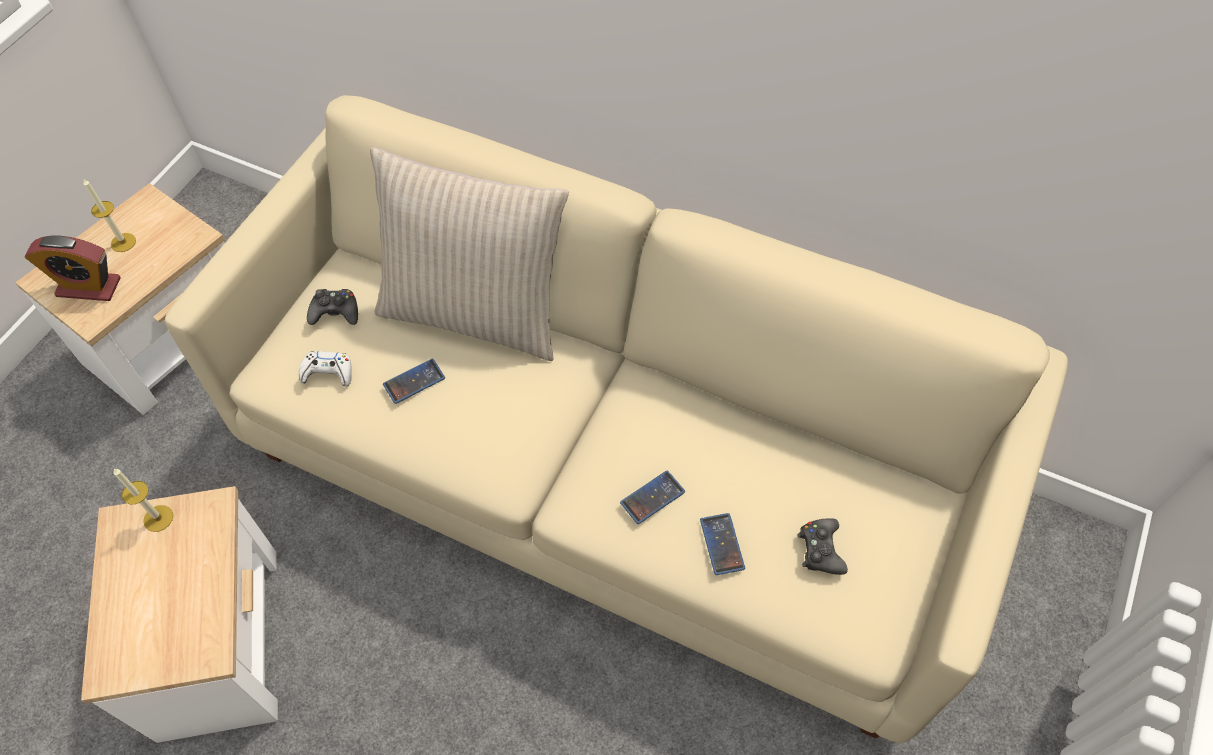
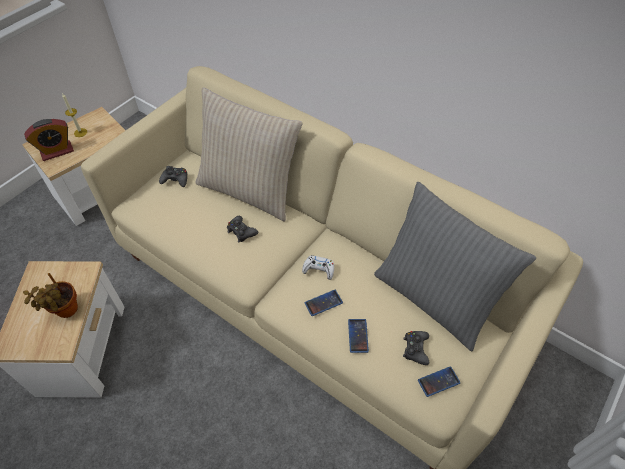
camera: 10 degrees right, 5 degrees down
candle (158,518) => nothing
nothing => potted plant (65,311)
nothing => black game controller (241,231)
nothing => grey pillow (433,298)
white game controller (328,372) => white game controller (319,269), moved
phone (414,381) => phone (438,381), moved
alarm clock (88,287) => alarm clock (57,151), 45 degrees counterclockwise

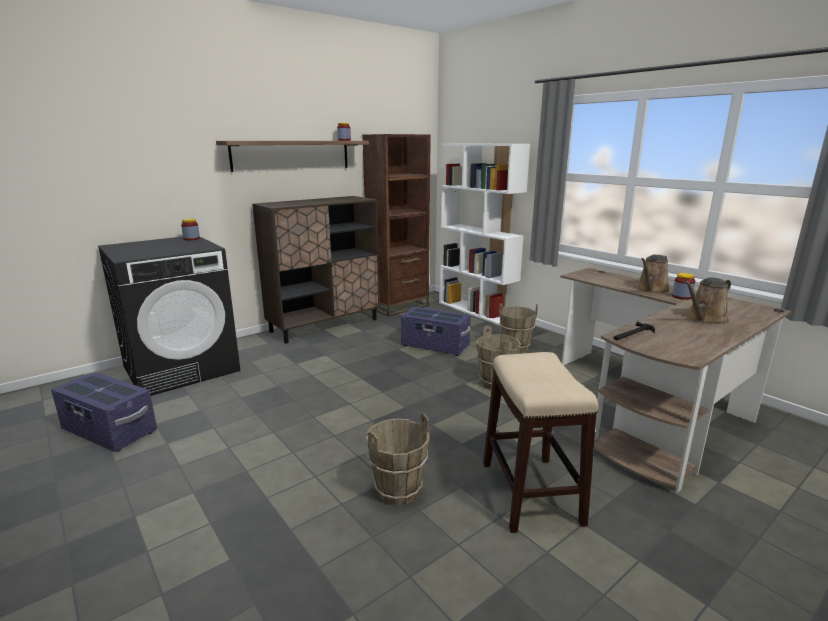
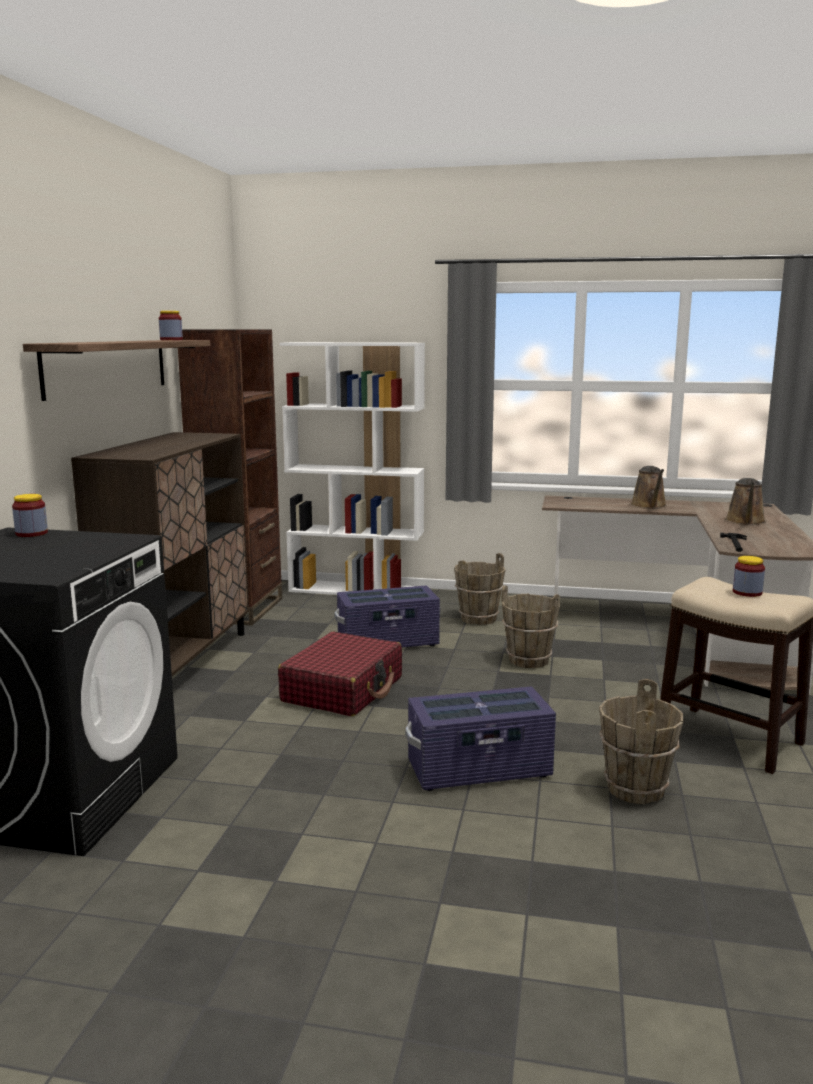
camera: 40 degrees left, 5 degrees down
nothing => red suitcase (343,689)
purple storage box (109,431) => purple storage box (479,770), moved
jar (681,297) => jar (747,592), moved

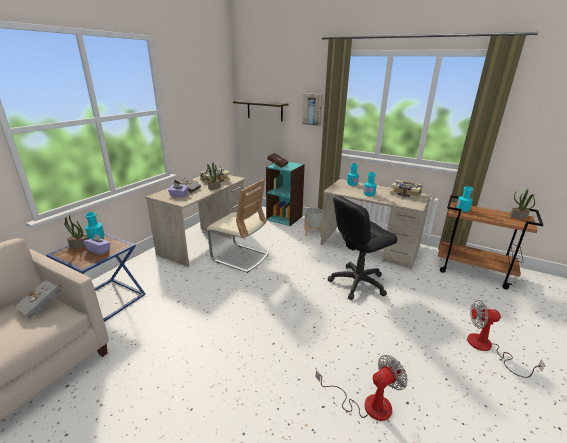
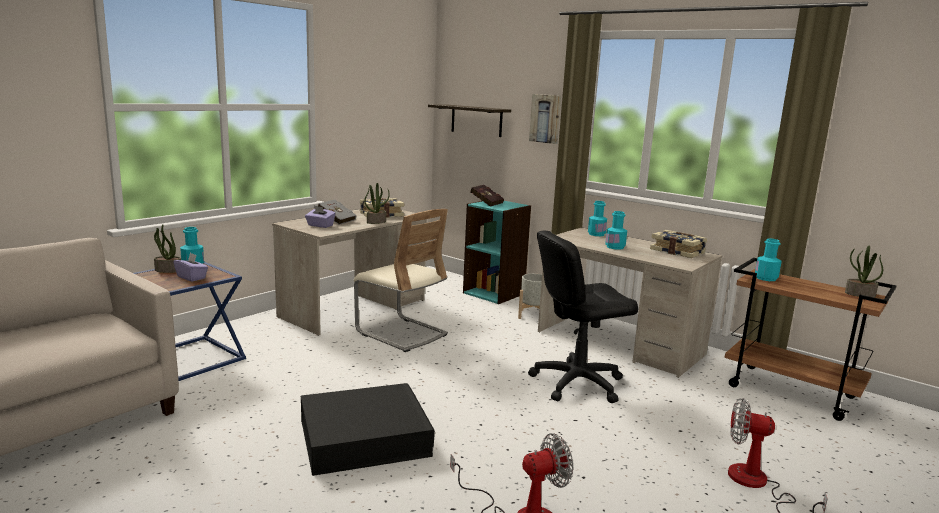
camera: 10 degrees right, 10 degrees down
grey book (43,305) => nothing
nothing => black storage box (364,437)

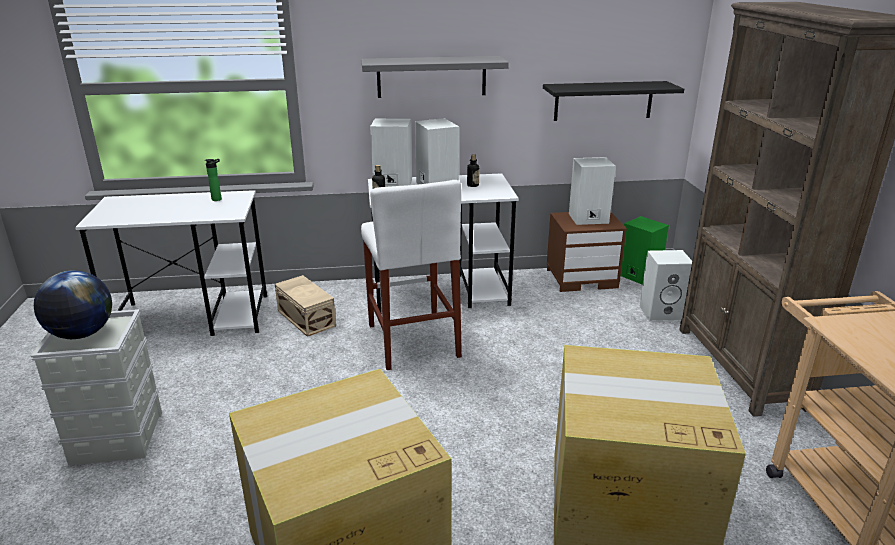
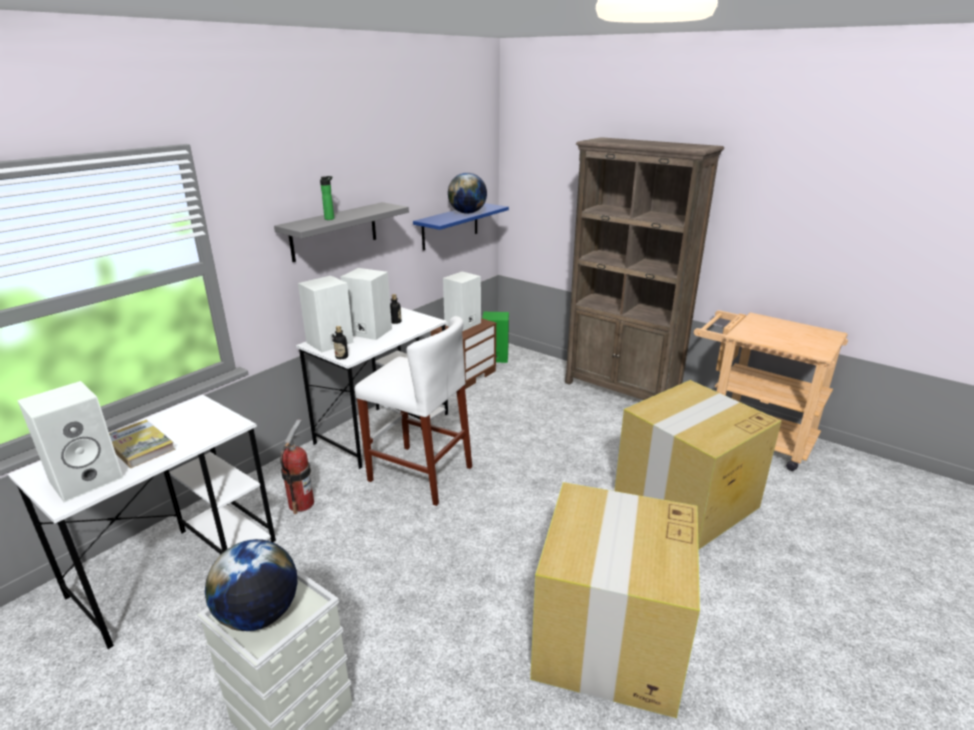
camera: 45 degrees left, 0 degrees up
nothing => book (139,446)
nothing => globe (467,213)
bottle (218,199) => bottle (330,218), moved
white speaker (662,312) => white speaker (87,478), moved
beige storage box (307,317) => fire extinguisher (301,503)
black shelf (603,101) => blue shelf (450,226)

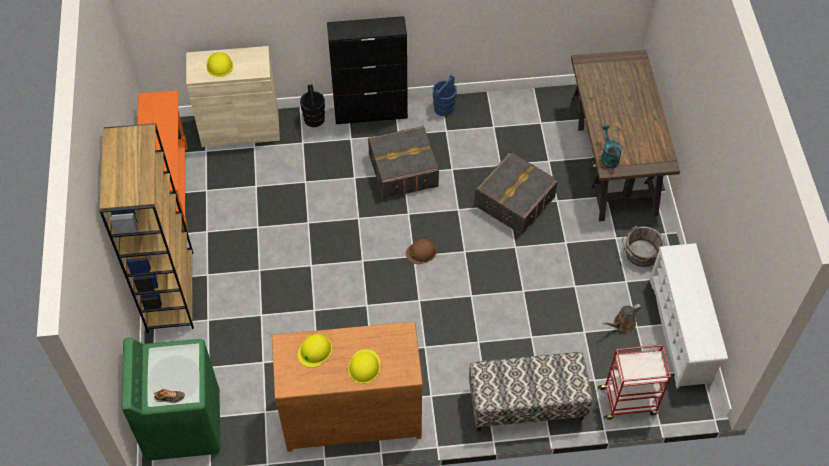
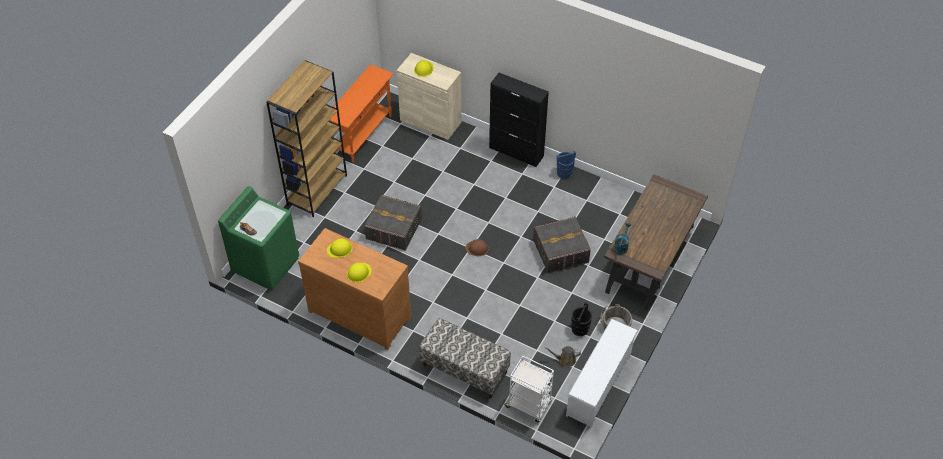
camera: 35 degrees right, 5 degrees down
black bucket (314,119) => black bucket (580,328), moved
grey storage box (403,170) => grey storage box (394,229), moved
red cart (629,401) => white cart (529,405)

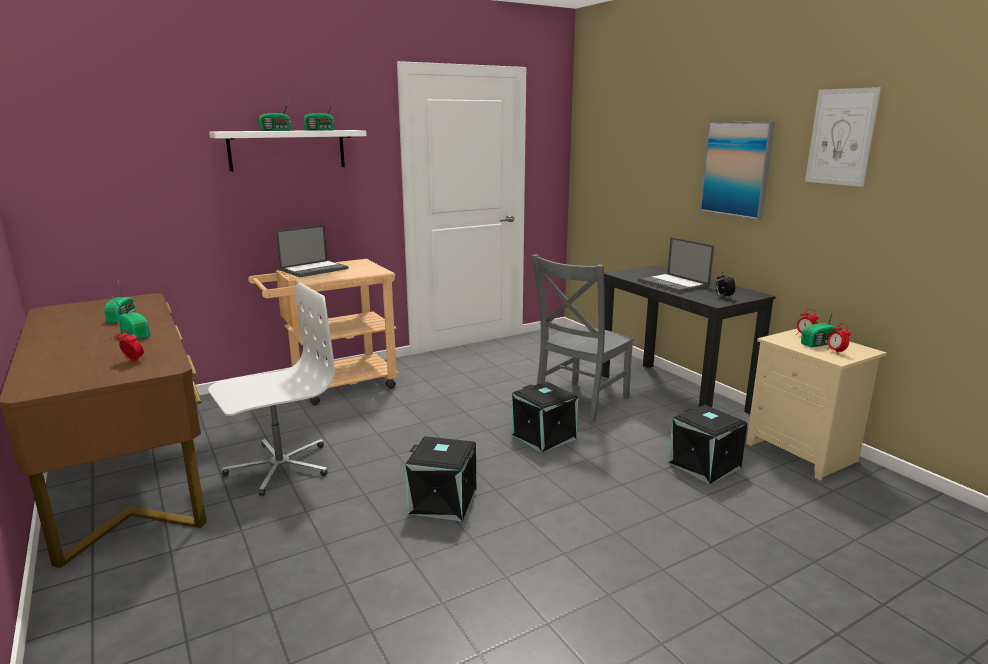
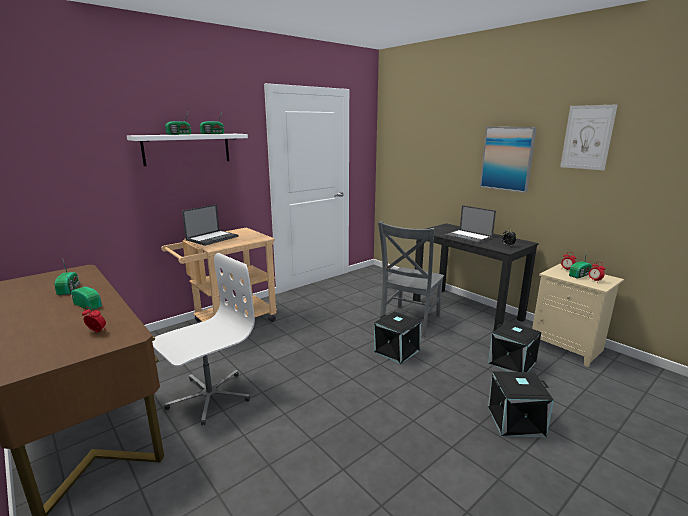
camera: 10 degrees left, 0 degrees up
black storage box (442,502) => black storage box (515,421), moved

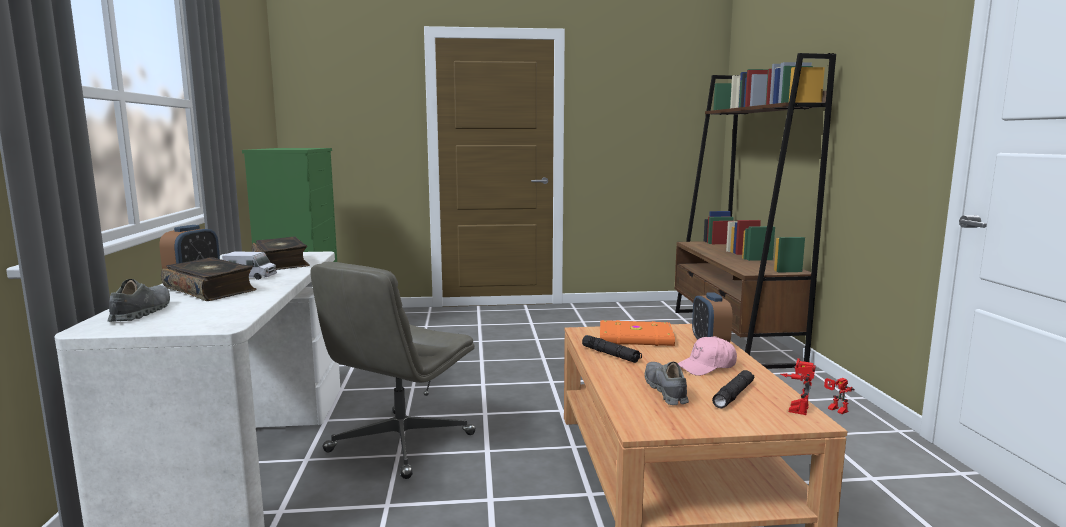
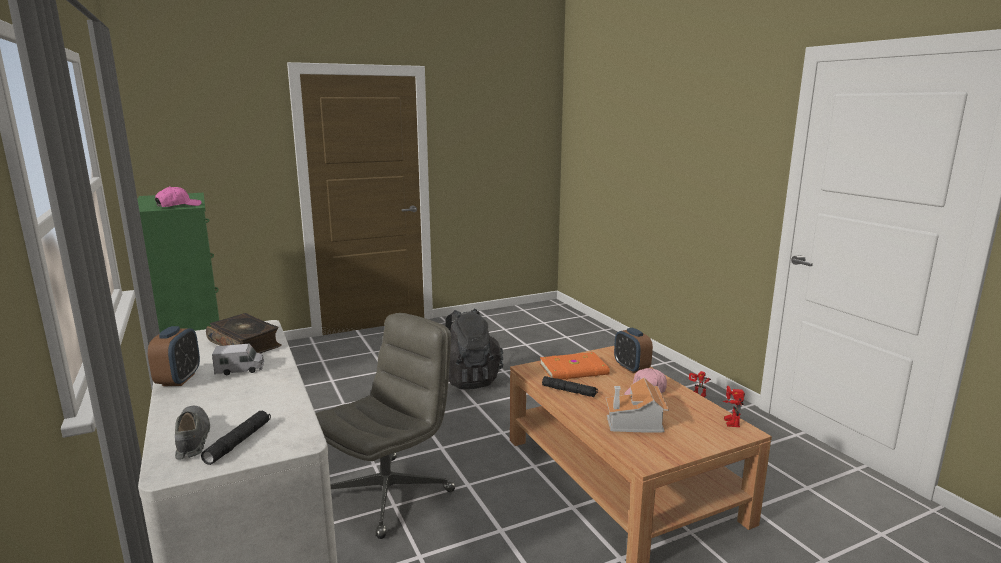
camera: 20 degrees left, 5 degrees up
book (211,290) => nothing
brown bookcase (733,336) => nothing
nothing => pink cap (178,206)
nothing => black backpack (468,379)
black flashlight (733,395) => black flashlight (238,442), moved
grey shoe (665,391) => toy house (636,422)
grey office chair (400,444) => grey office chair (388,493), 150 degrees counterclockwise

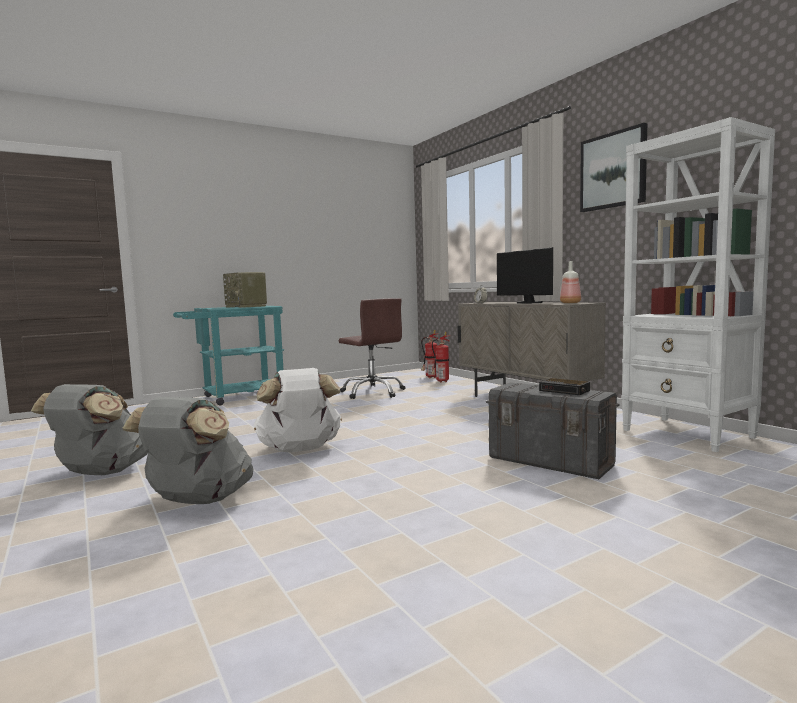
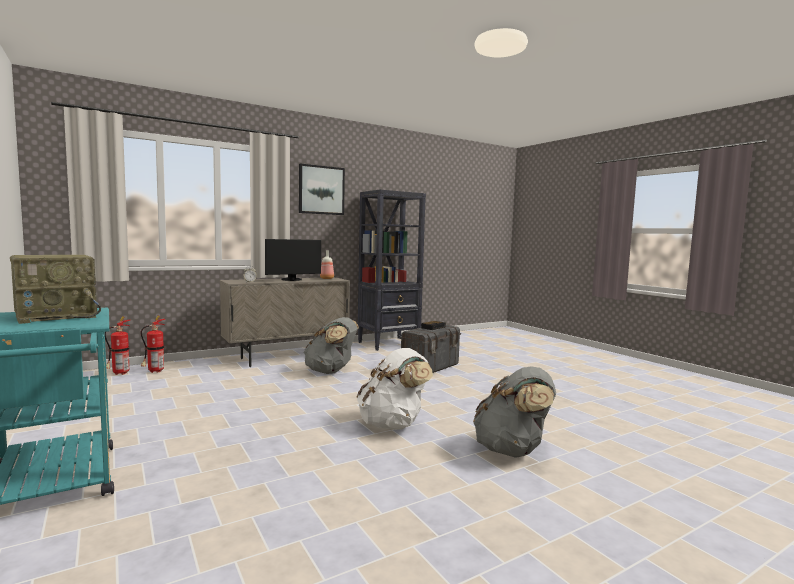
camera: 90 degrees left, 0 degrees up
brown office chair (373,392) => nothing
grey backpack (101,473) => grey backpack (331,371), moved
white bookcase (688,434) => black bookcase (389,344)

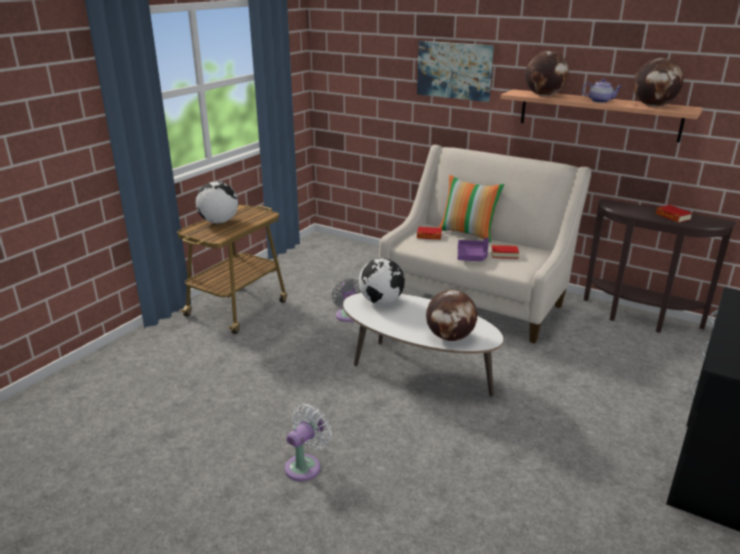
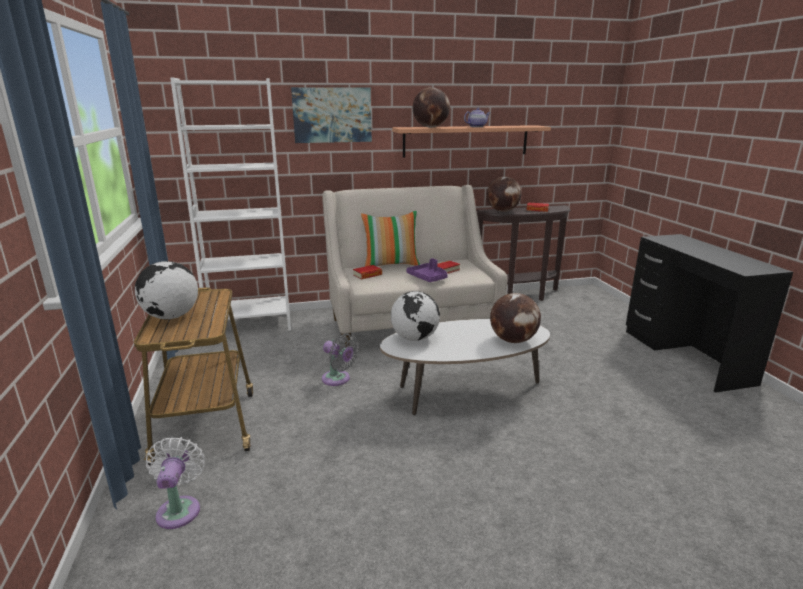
camera: 45 degrees left, 5 degrees down
nothing => white bookcase (250,324)
white fan (305,465) => white fan (179,509), moved
globe (653,106) => globe (503,211), moved

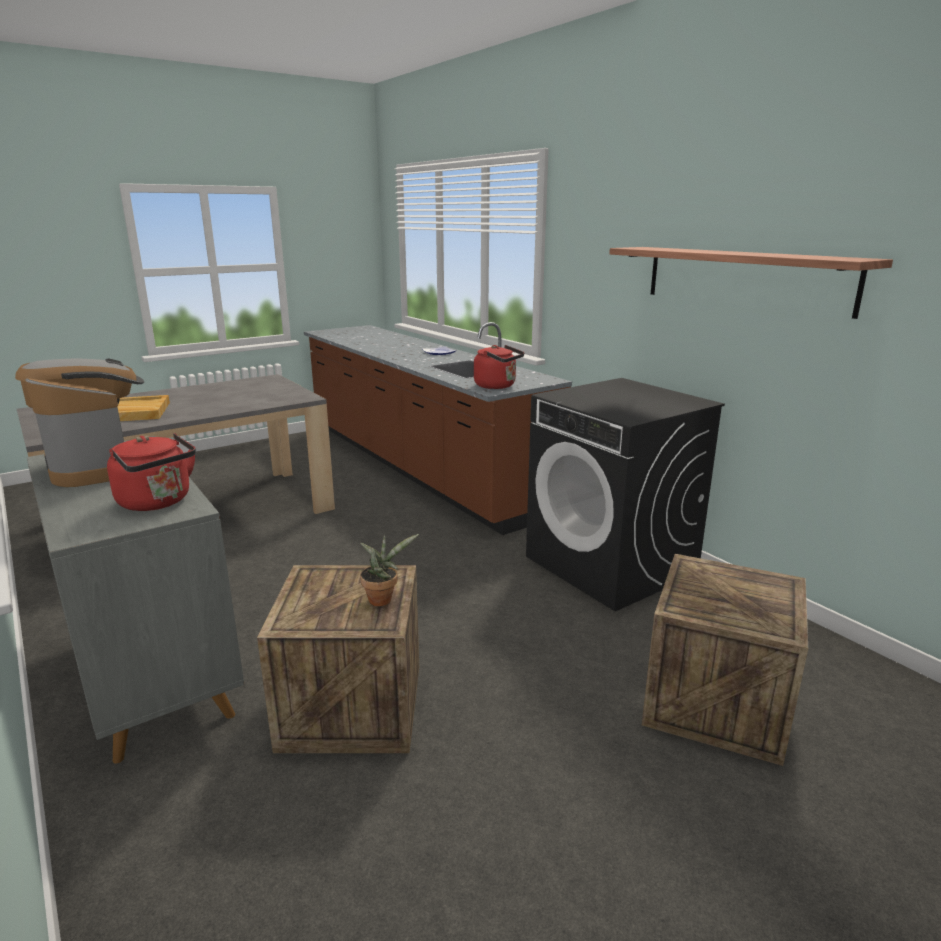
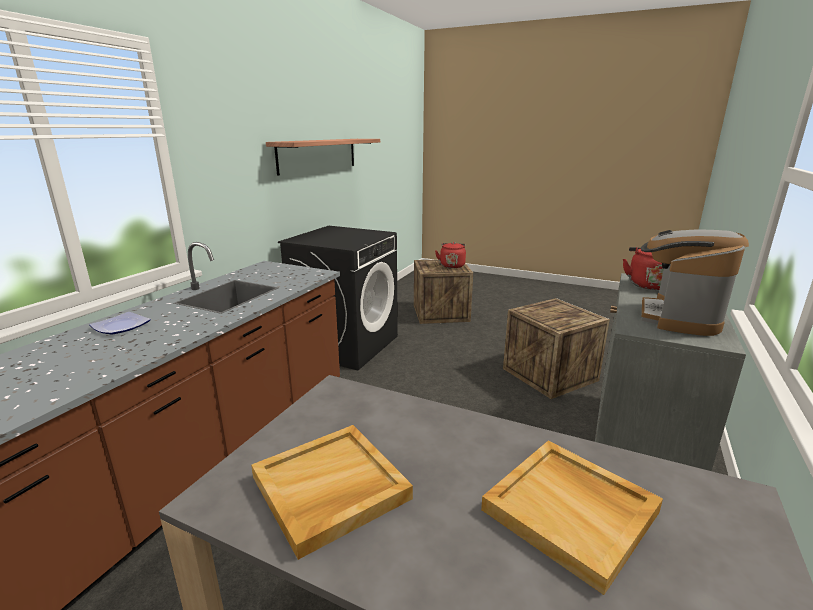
camera: 120 degrees left, 0 degrees up
potted plant (383,598) => nothing
nothing => beige tray (330,489)
red kettle (497,386) => red kettle (452,265), moved

